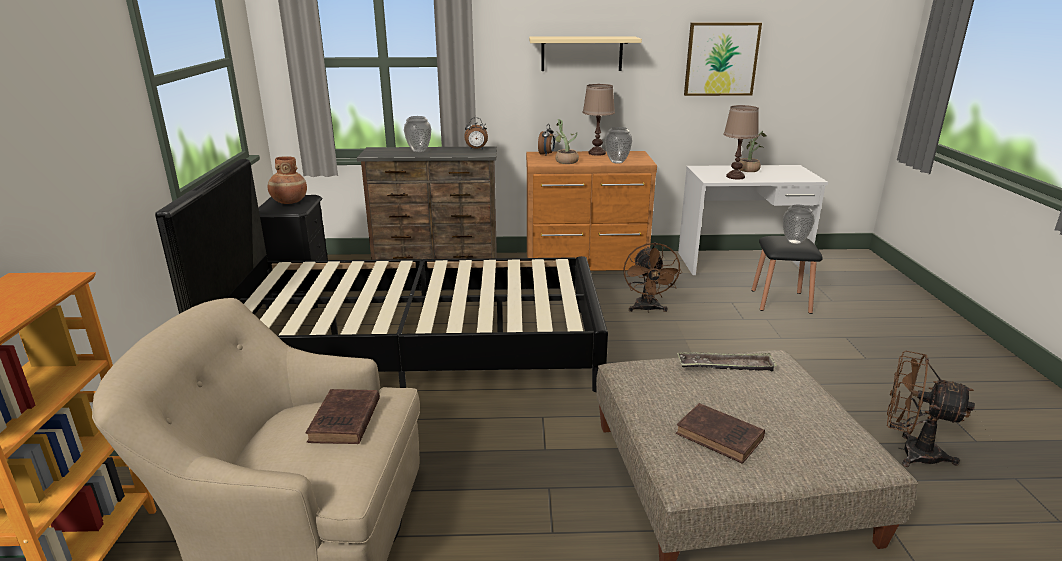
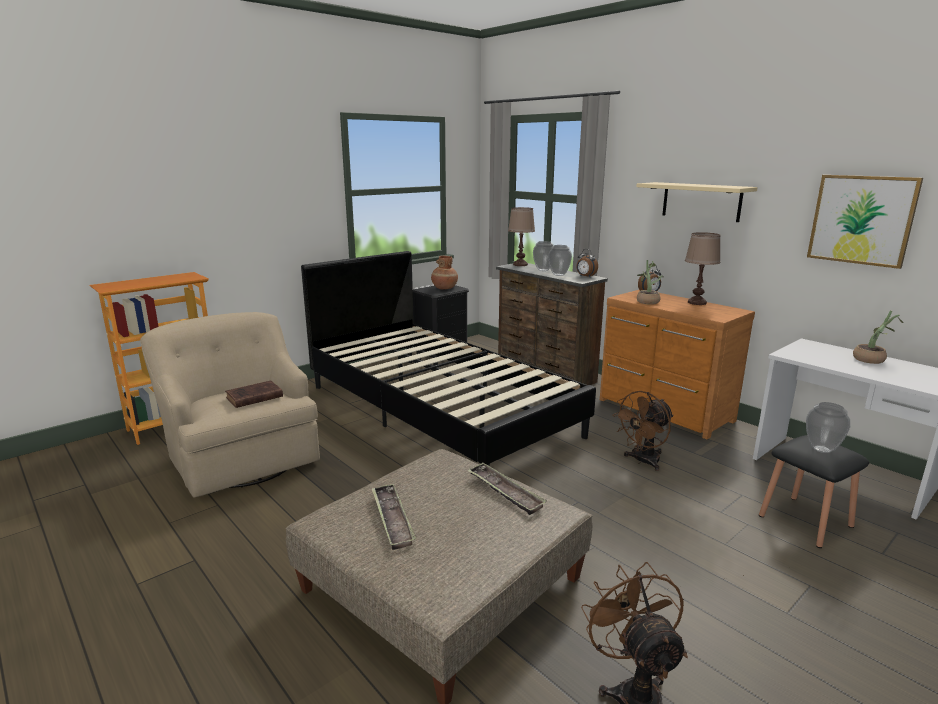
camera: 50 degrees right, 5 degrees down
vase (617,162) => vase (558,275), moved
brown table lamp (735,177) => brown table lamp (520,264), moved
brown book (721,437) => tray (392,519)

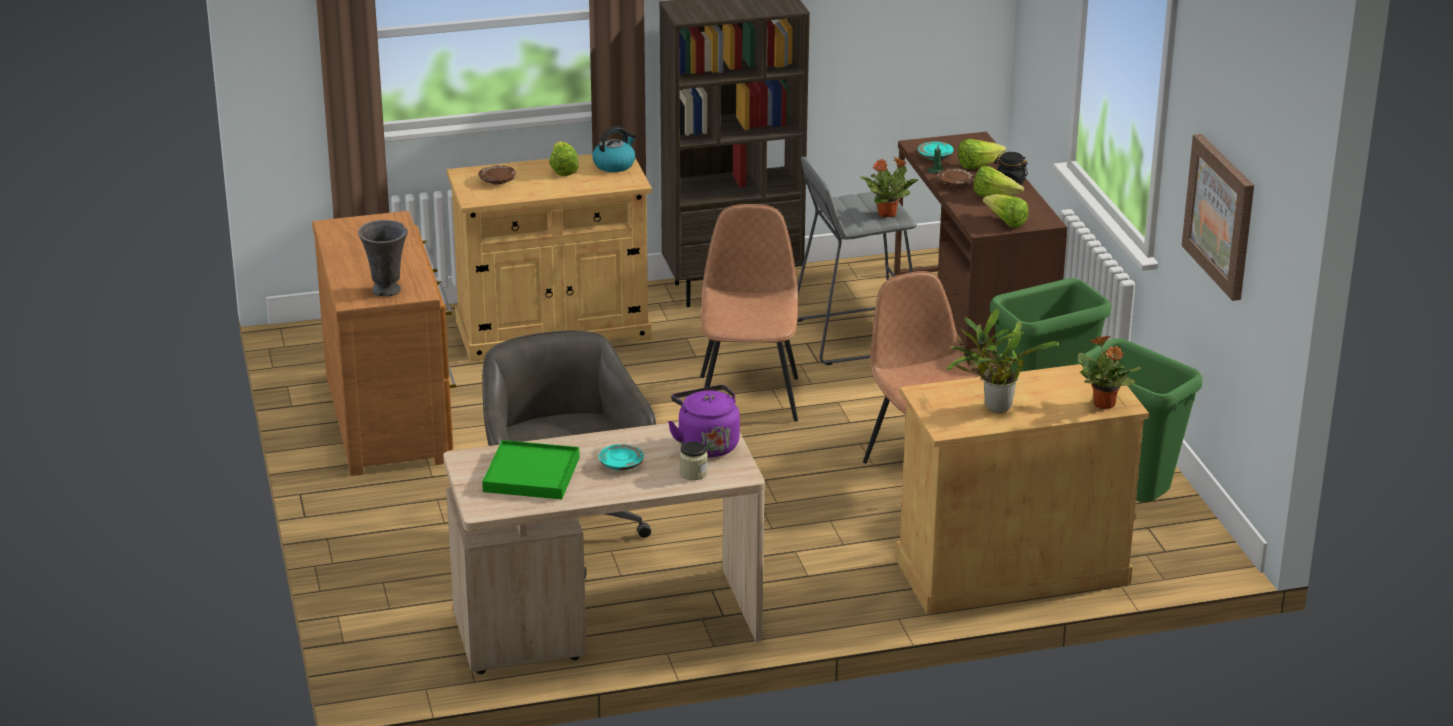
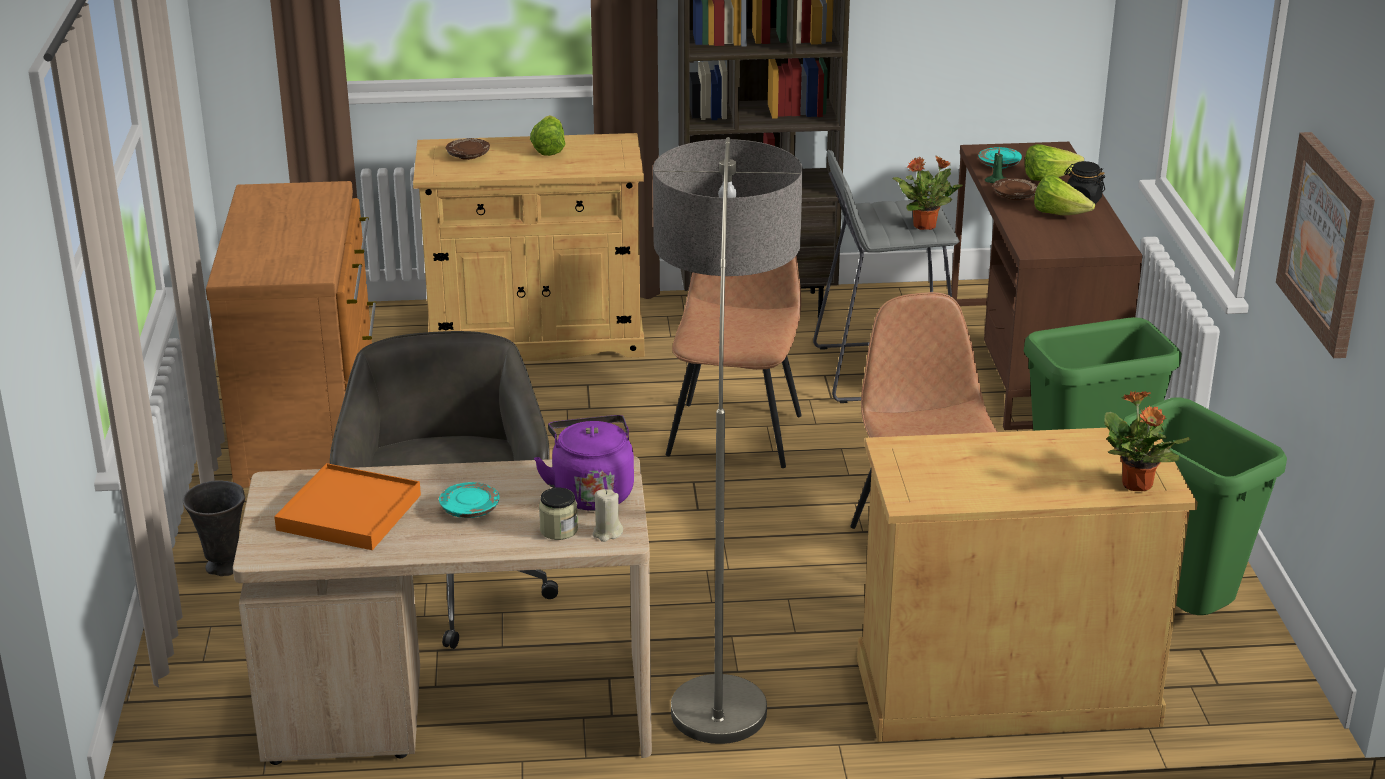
camera: 10 degrees right, 0 degrees up
kettle (614,165) => nothing
potted plant (993,407) => nothing
lettuce (1006,222) => nothing
nothing => beige candle (607,533)
nothing => floor lamp (722,643)
grey vase (387,291) => grey vase (224,568), moved
green tray (532,474) => orange tray (349,512)

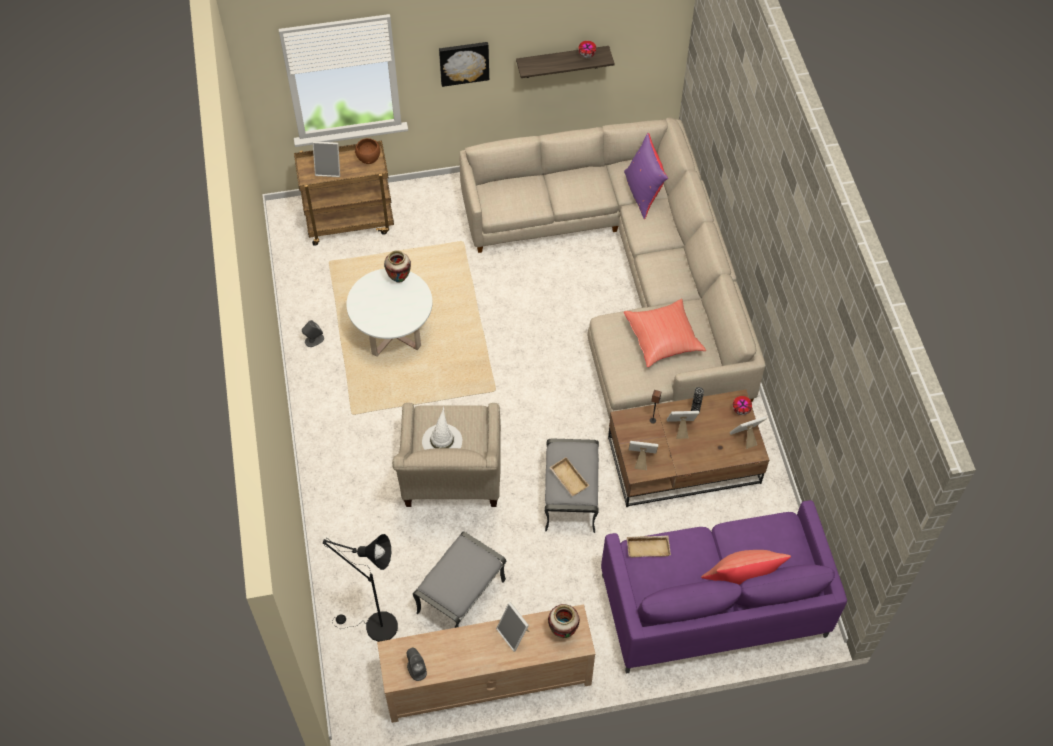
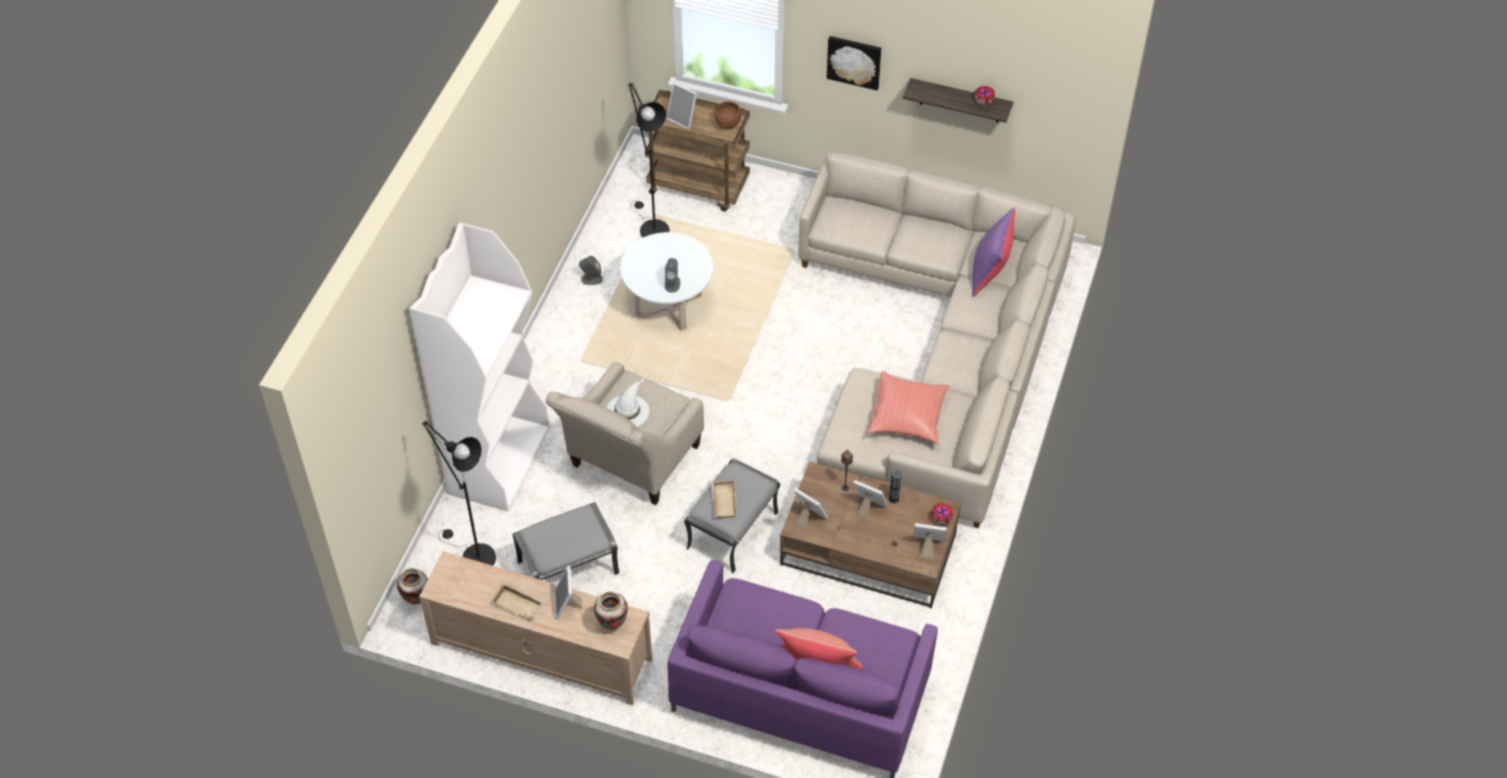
camera: 30 degrees right, 5 degrees down
nothing => white bookcase (499,460)
nothing => black floor lamp (651,227)
vase (399,279) => vase (416,600), moved
grey speaker (416,669) => grey speaker (672,283), moved
beige tray (648,547) => beige tray (519,604), moved

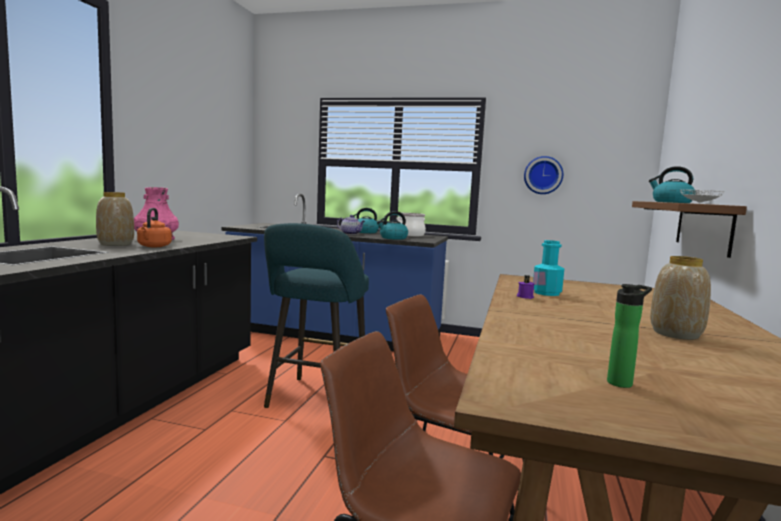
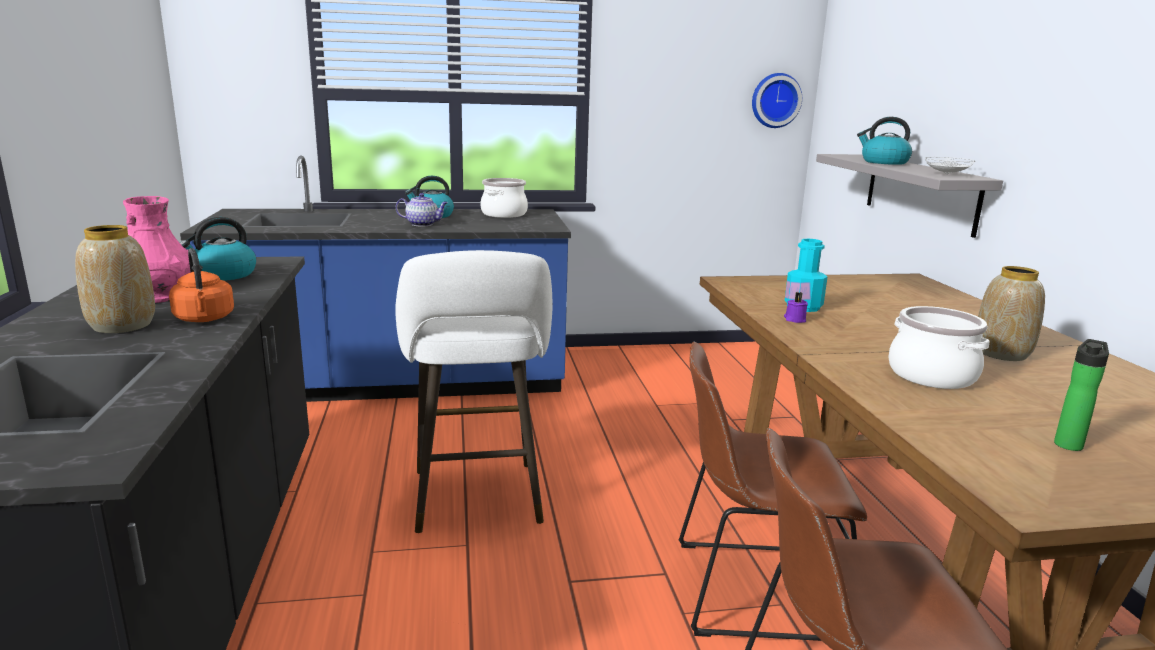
camera: 25 degrees left, 10 degrees up
nothing => cooking pot (931,375)
kettle (393,238) => kettle (223,275), moved
wall clock (543,175) => wall clock (775,100), moved
turquoise stool (315,400) => white stool (477,501)
brown shelf (703,226) => grey shelf (920,192)

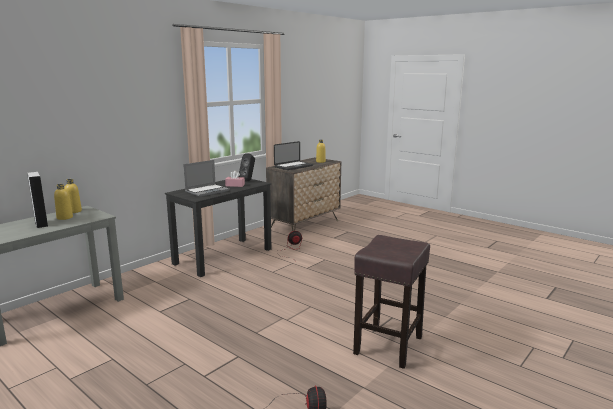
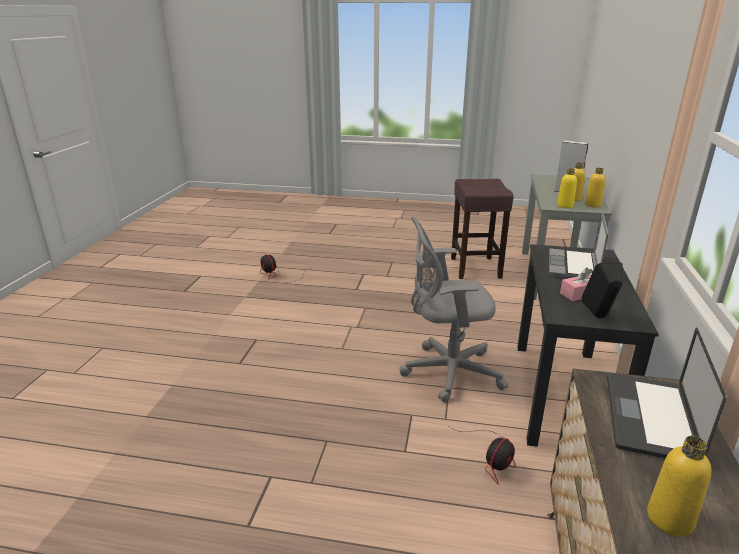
camera: 150 degrees right, 10 degrees up
nothing => grey office chair (447,372)
nothing => yellow bottle (565,206)
brown stool (388,346) => brown stool (475,267), moved

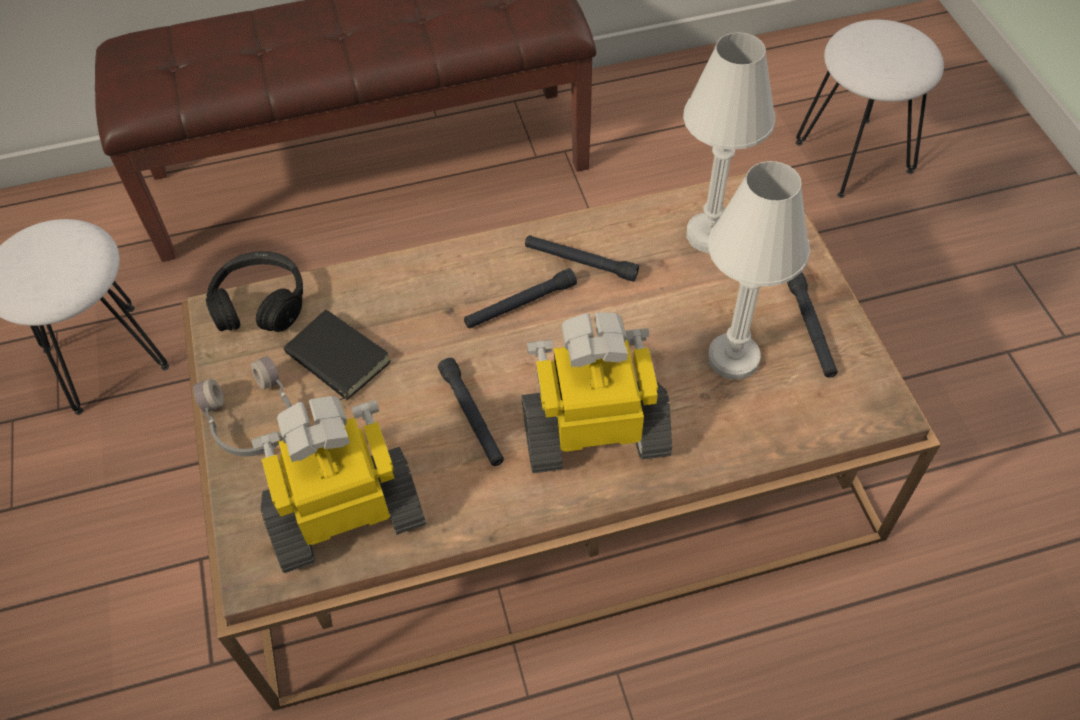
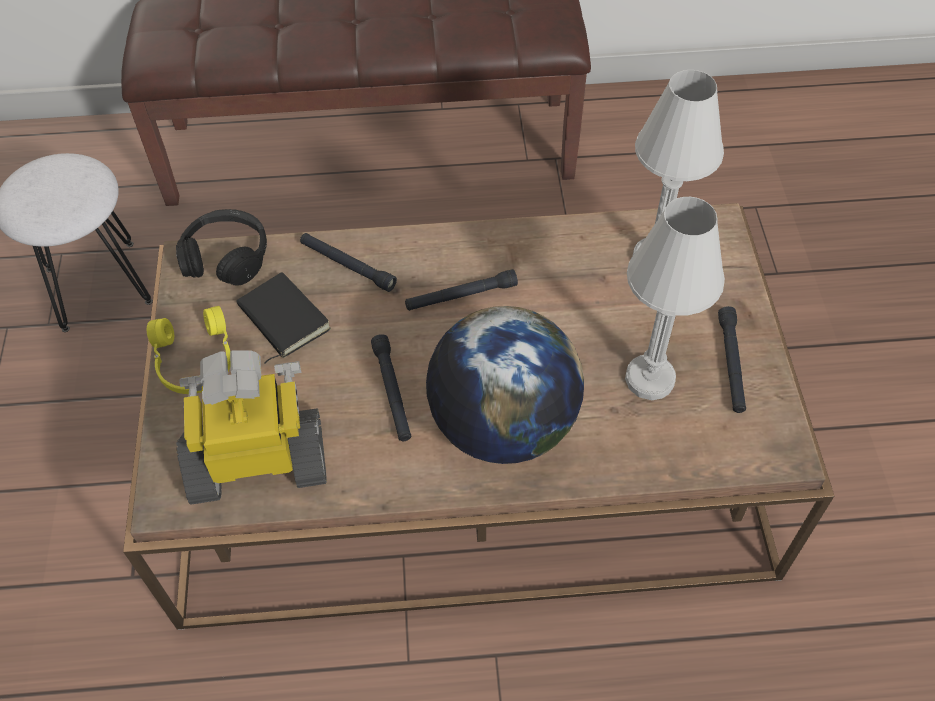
camera: 10 degrees right, 0 degrees up
white stool (855,156) => nothing
black flashlight (580,262) => black flashlight (347,266), moved
toy robot (594,431) => globe (502,425)
grey headphones (251,419) => yellow headphones (194,361)

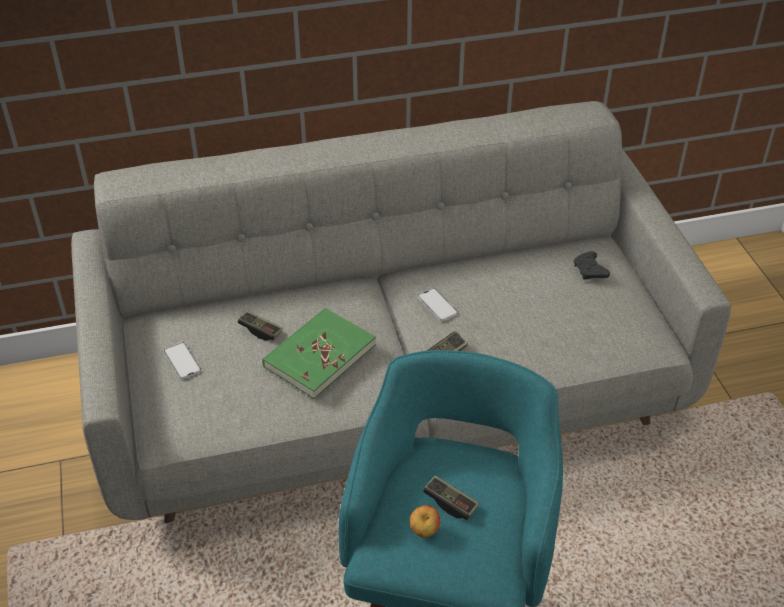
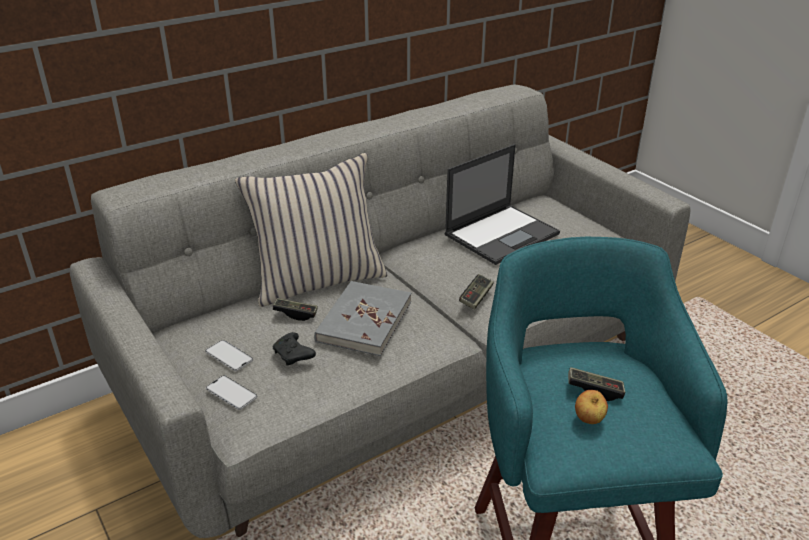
camera: 20 degrees left, 10 degrees down
nothing => beige pillow (318,280)
nothing => laptop (502,234)
phone (437,305) => phone (231,393), moved
black game controller (590,272) => black game controller (294,355), moved
green book (319,355) => grey book (364,321)

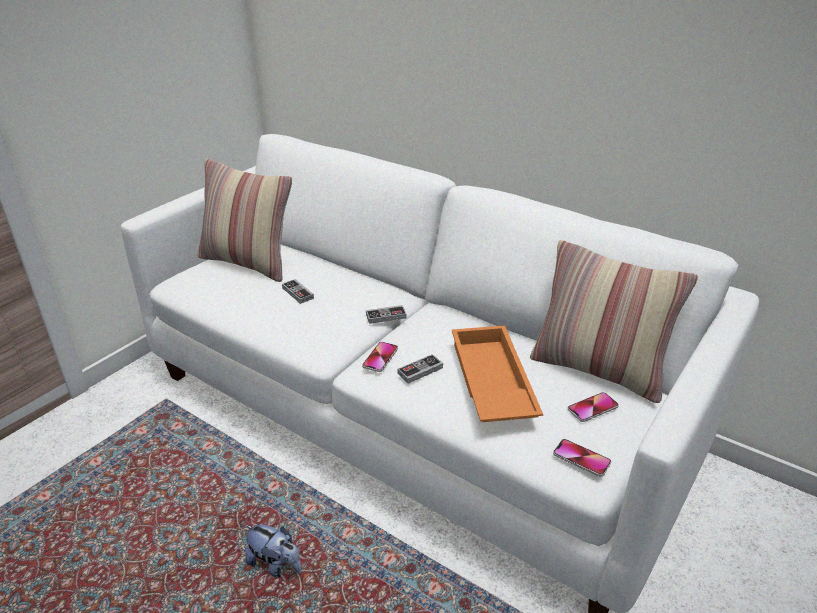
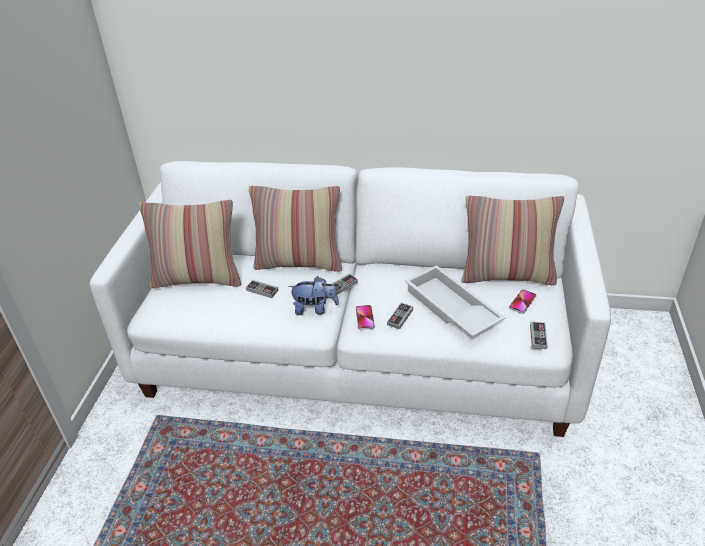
camera: 25 degrees left, 5 degrees up
nothing => pillow (299,262)
plush toy (275,564) => plush toy (315,309), moved
phone (581,458) => game controller (538,336)
orange tray (489,382) => white tray (450,308)

